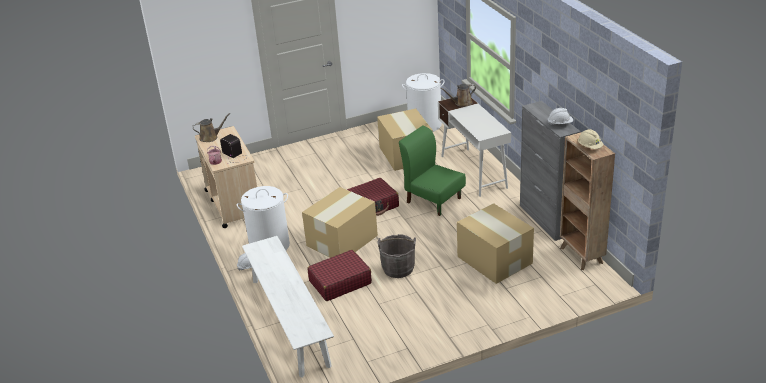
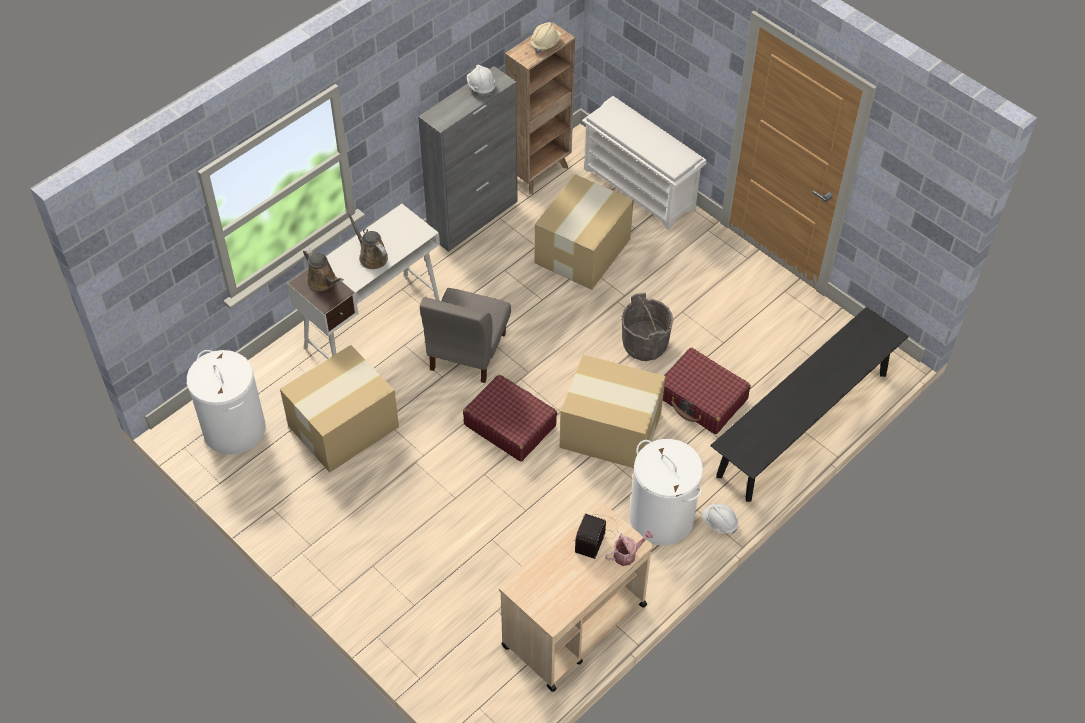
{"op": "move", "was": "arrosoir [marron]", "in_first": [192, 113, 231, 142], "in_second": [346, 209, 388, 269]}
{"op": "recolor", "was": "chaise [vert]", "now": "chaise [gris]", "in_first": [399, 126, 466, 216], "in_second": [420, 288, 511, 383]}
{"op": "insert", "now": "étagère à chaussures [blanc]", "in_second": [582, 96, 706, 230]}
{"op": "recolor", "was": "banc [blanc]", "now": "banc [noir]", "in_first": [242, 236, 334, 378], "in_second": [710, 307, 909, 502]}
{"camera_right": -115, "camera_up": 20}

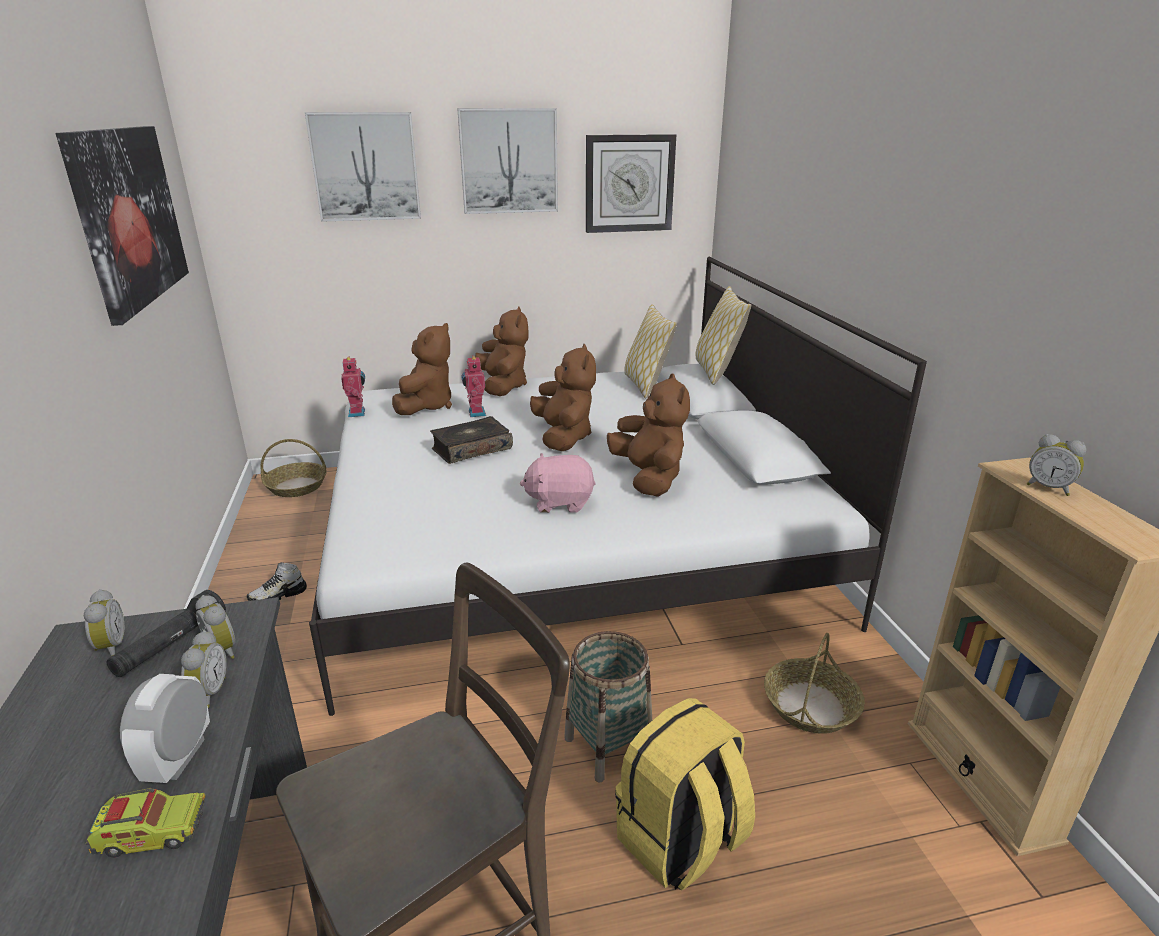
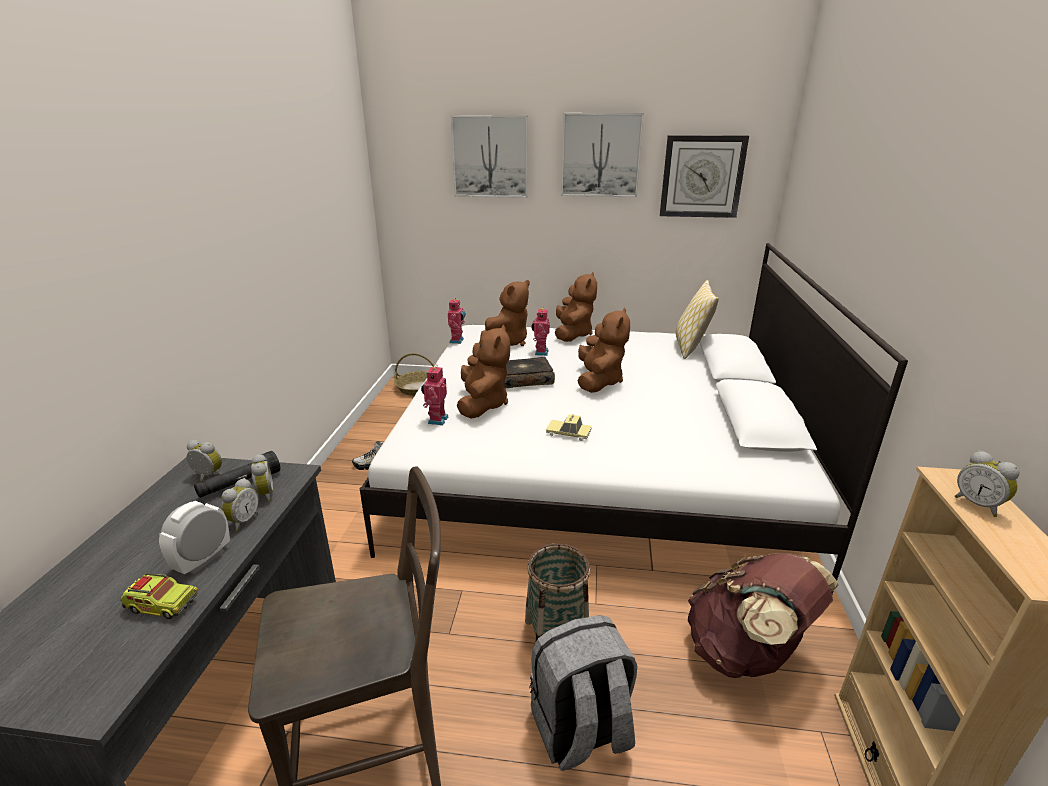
{"op": "rotate", "was": "réveil", "in_first": [84, 589, 125, 656], "in_second": [187, 440, 222, 481], "clockwise": -75}
{"op": "insert", "now": "robot jouet", "in_second": [421, 367, 448, 425]}
{"op": "move", "was": "peluche [marron]", "in_first": [607, 373, 690, 497], "in_second": [457, 325, 510, 418]}
{"op": "recolor", "was": "sac à dos [jaune]", "now": "sac à dos [gris]", "in_first": [615, 698, 755, 890], "in_second": [529, 615, 637, 771]}
{"op": "replace", "was": "peluche [rose]", "now": "petite voiture", "in_first": [520, 453, 596, 513], "in_second": [546, 414, 591, 441]}
{"op": "replace", "was": "panier", "now": "sac à dos [marron]", "in_first": [764, 633, 865, 734], "in_second": [688, 553, 838, 678]}
{"op": "delete", "was": "tableau", "in_first": [56, 126, 189, 326]}
{"op": "delete", "was": "coussin", "in_first": [695, 286, 751, 385]}
{"camera_right": 20, "camera_up": 0}

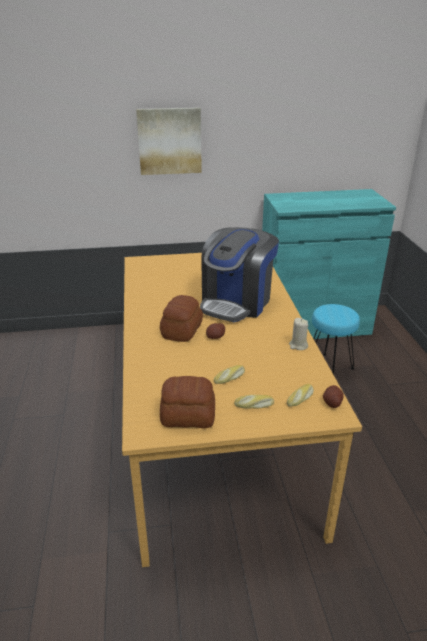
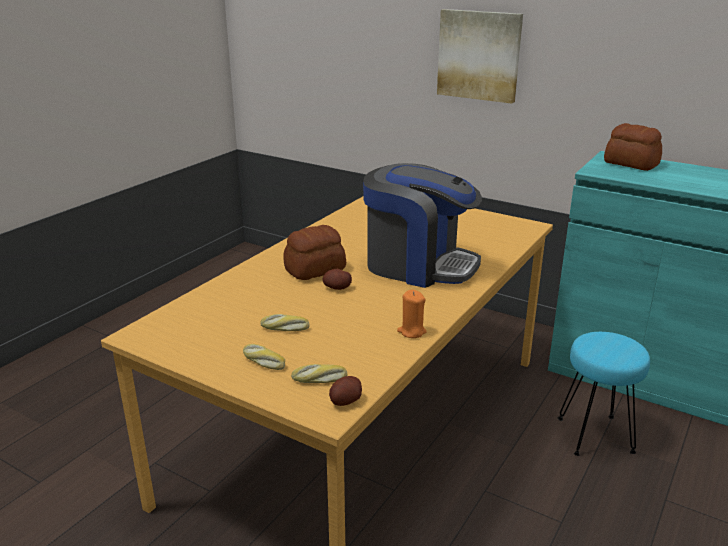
{"op": "rotate", "was": "machine à café", "in_first": [200, 227, 279, 322], "in_second": [363, 163, 482, 288], "clockwise": -135}
{"op": "recolor", "was": "bougie [beige]", "now": "bougie [orange]", "in_first": [289, 318, 308, 350], "in_second": [397, 290, 427, 338]}
{"op": "move", "was": "pain", "in_first": [160, 376, 215, 428], "in_second": [604, 123, 662, 171]}
{"camera_right": 40, "camera_up": -5}

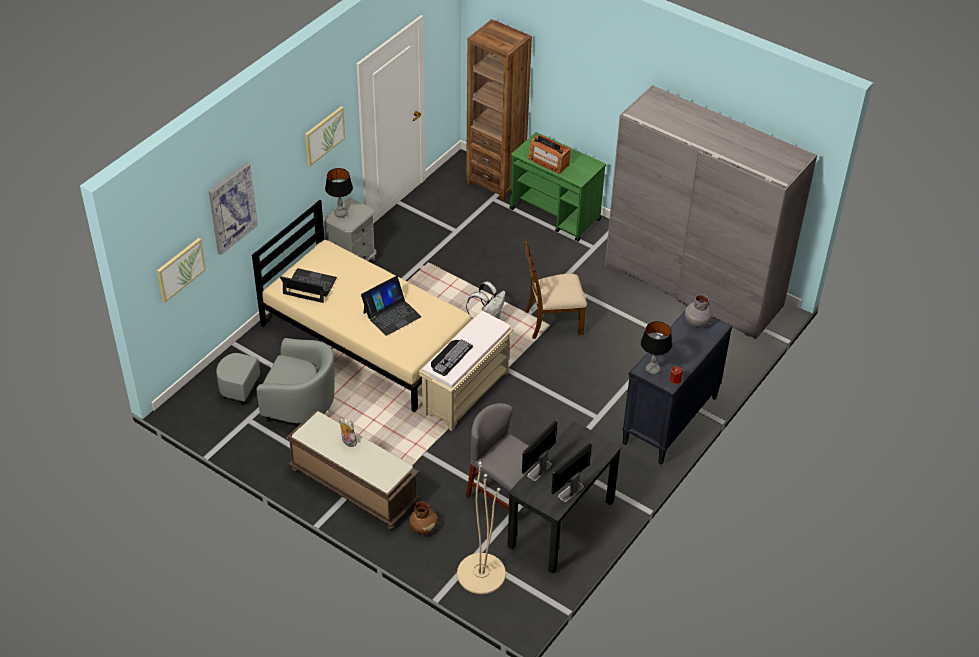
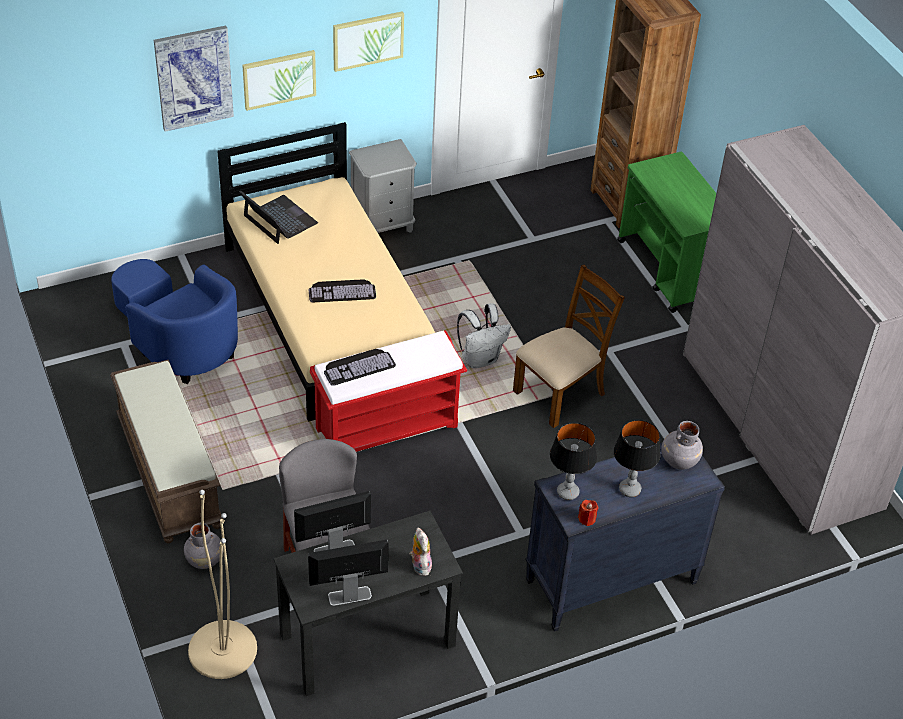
{"op": "recolor", "was": "fauteuil [gris]", "now": "fauteuil [bleu]", "in_first": [216, 338, 335, 424], "in_second": [111, 259, 238, 384]}
{"op": "recolor", "was": "vase [marron]", "now": "vase [gris]", "in_first": [409, 501, 438, 534], "in_second": [184, 523, 223, 569]}
{"op": "move", "was": "tableau", "in_first": [157, 238, 206, 303], "in_second": [242, 50, 316, 111]}
{"op": "replace", "was": "ordinateur portable", "now": "clavier", "in_first": [361, 276, 422, 336], "in_second": [309, 279, 376, 302]}
{"op": "recolor", "was": "banc [beige]", "now": "banc [rouge]", "in_first": [419, 310, 514, 431], "in_second": [310, 330, 467, 452]}
{"op": "move", "was": "peluche", "in_first": [340, 418, 357, 447], "in_second": [409, 528, 432, 576]}
{"op": "rotate", "was": "chaise [marron]", "in_first": [524, 241, 587, 339], "in_second": [513, 265, 625, 428], "clockwise": 120}
{"op": "move", "was": "lampe de table", "in_first": [325, 168, 353, 217], "in_second": [613, 420, 661, 497]}
{"op": "delete", "was": "radio", "in_first": [529, 134, 571, 174]}
{"camera_right": 30, "camera_up": 0}

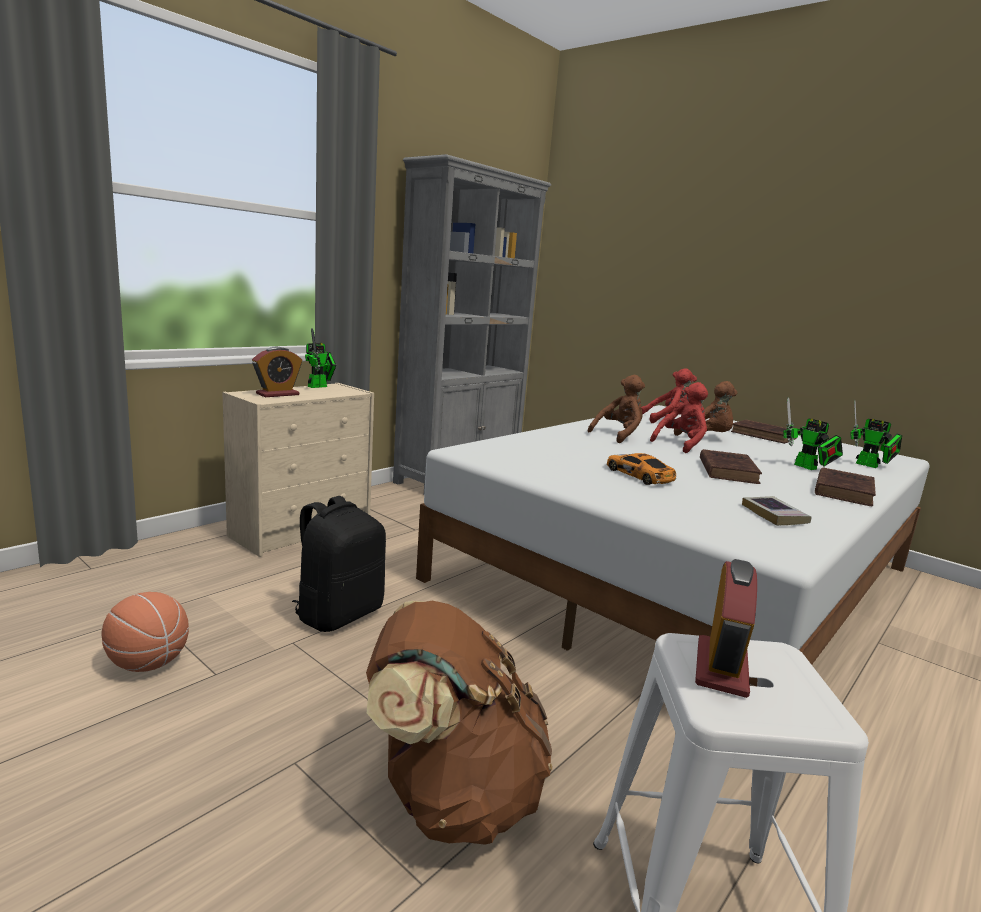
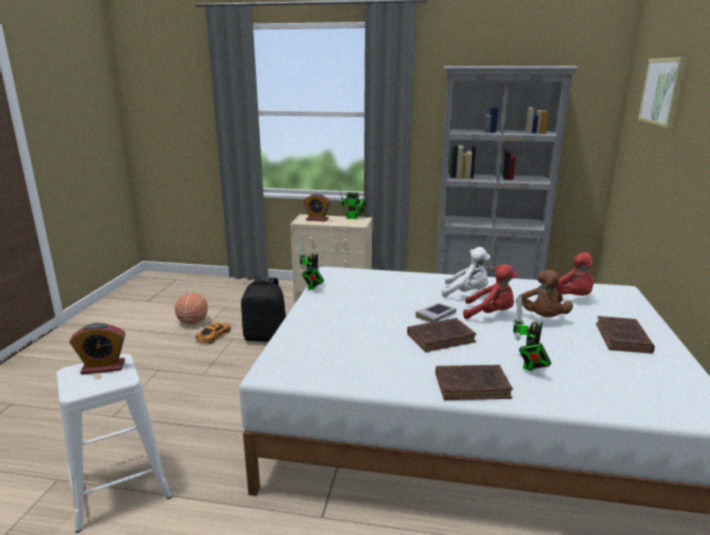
{"op": "move", "was": "petite voiture", "in_first": [607, 453, 676, 485], "in_second": [196, 322, 231, 344]}
{"op": "move", "was": "robot jouet", "in_first": [850, 400, 902, 468], "in_second": [299, 236, 324, 290]}
{"op": "move", "was": "livre", "in_first": [742, 496, 812, 526], "in_second": [416, 303, 456, 322]}
{"op": "recolor", "was": "peluche [marron]", "now": "peluche [blanc]", "in_first": [588, 375, 645, 443], "in_second": [442, 247, 490, 297]}
{"op": "insert", "now": "tableau", "in_second": [638, 57, 687, 128]}
{"op": "delete", "was": "sac à dos [marron]", "in_first": [366, 601, 552, 845]}
{"camera_right": 60, "camera_up": 5}

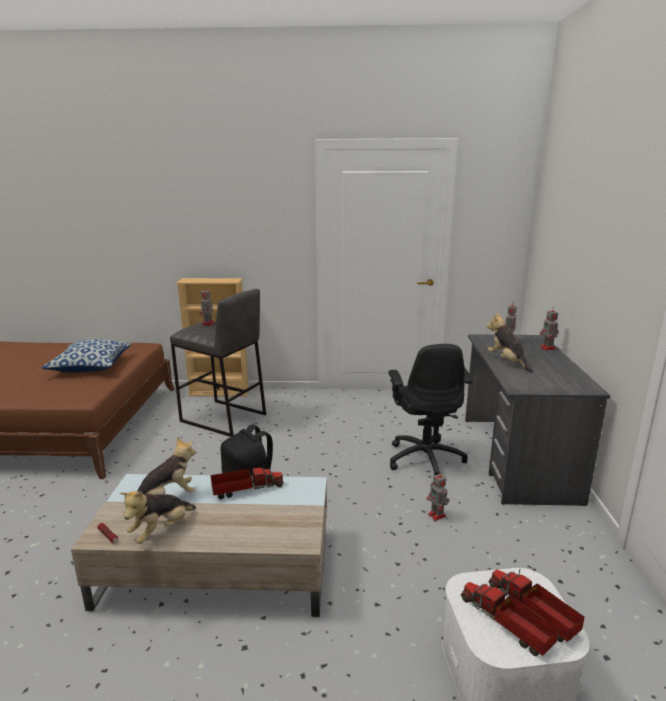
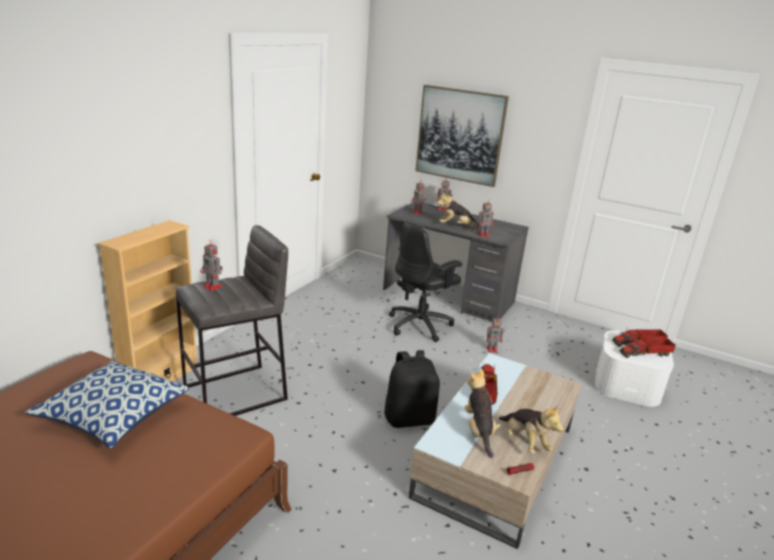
{"op": "rotate", "was": "chaise de bureau [noir]", "in_first": [388, 344, 473, 476], "in_second": [389, 222, 462, 342], "clockwise": 120}
{"op": "insert", "now": "tableau", "in_second": [415, 85, 509, 187]}
{"op": "insert", "now": "robot jouet", "in_second": [477, 199, 494, 237]}
{"camera_right": -65, "camera_up": 5}

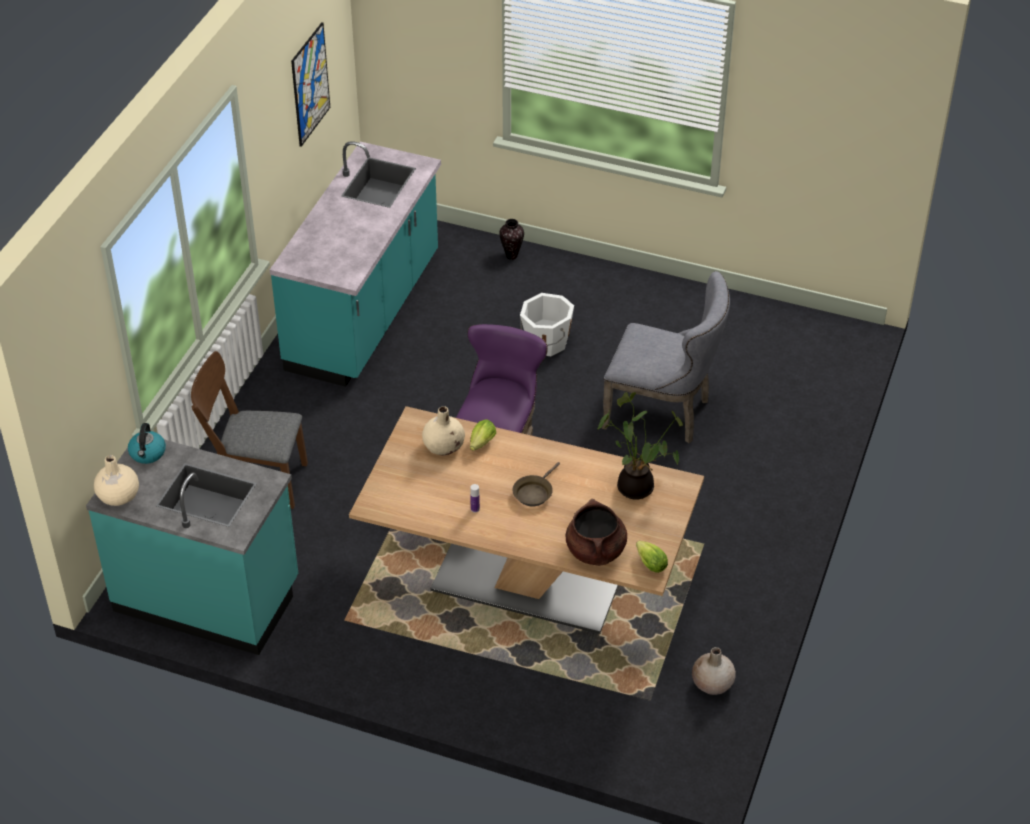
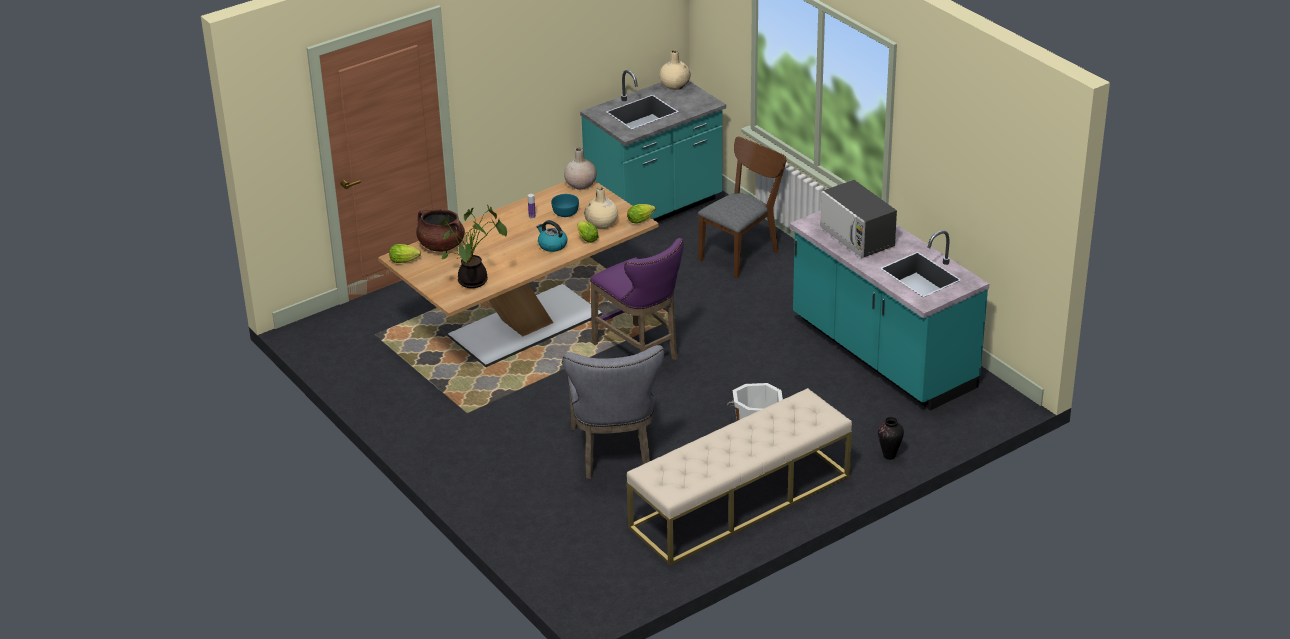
{"op": "move", "was": "bouilloire", "in_first": [128, 423, 166, 464], "in_second": [536, 220, 567, 252]}
{"op": "insert", "now": "bol [turquoise]", "in_second": [551, 194, 579, 217]}
{"op": "rotate", "was": "chaise [gris]", "in_first": [602, 271, 730, 443], "in_second": [562, 345, 664, 479], "clockwise": -60}
{"op": "move", "was": "vase [beige]", "in_first": [692, 647, 736, 695], "in_second": [564, 148, 597, 190]}
{"op": "insert", "now": "laitue", "in_second": [627, 204, 656, 224]}
{"op": "insert", "now": "banc [beige]", "in_second": [627, 388, 852, 566]}
{"op": "insert", "now": "micro-ondes", "in_second": [820, 180, 897, 258]}
{"op": "delete", "was": "tableau", "in_first": [291, 22, 330, 147]}
{"op": "delete", "was": "poêle [marron]", "in_first": [513, 462, 560, 506]}
{"camera_right": 125, "camera_up": -10}

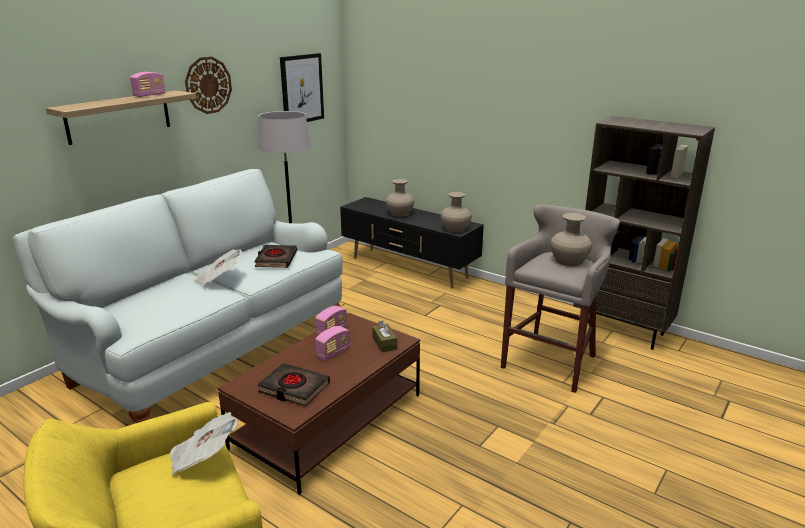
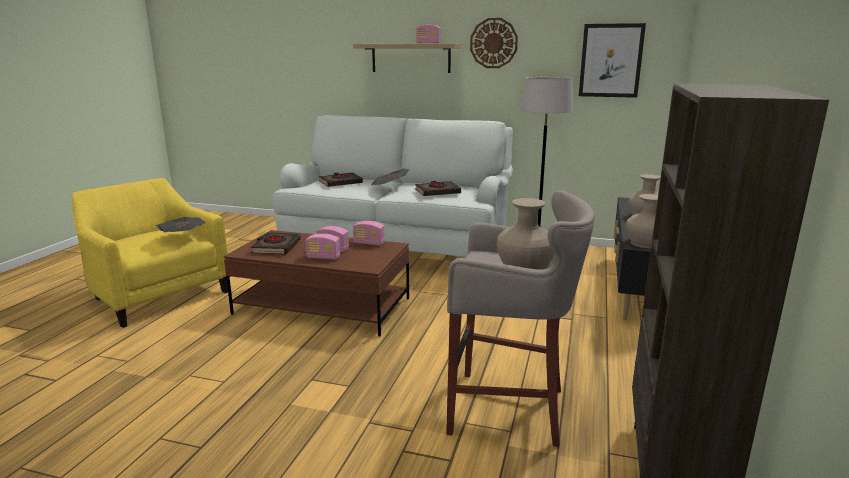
{"op": "insert", "now": "radio", "in_second": [306, 233, 340, 260]}
{"op": "insert", "now": "livre [noir]", "in_second": [319, 173, 363, 187]}
{"op": "delete", "was": "boîte à mouchoirs [marron]", "in_first": [372, 320, 397, 352]}
{"camera_right": 70, "camera_up": -5}

